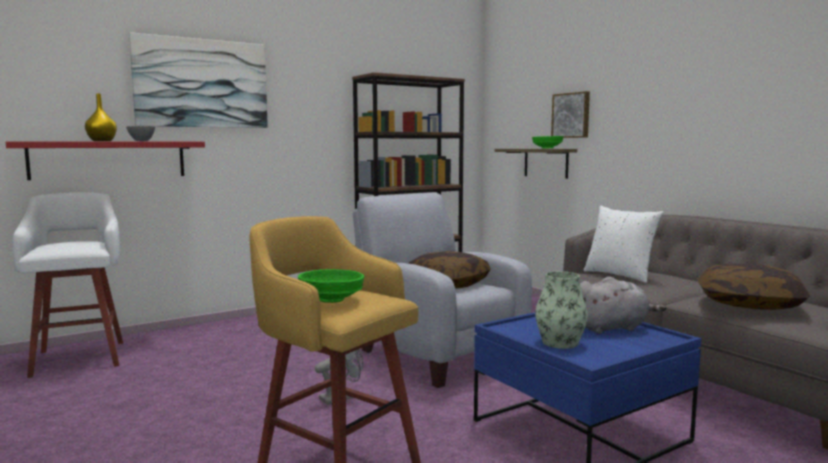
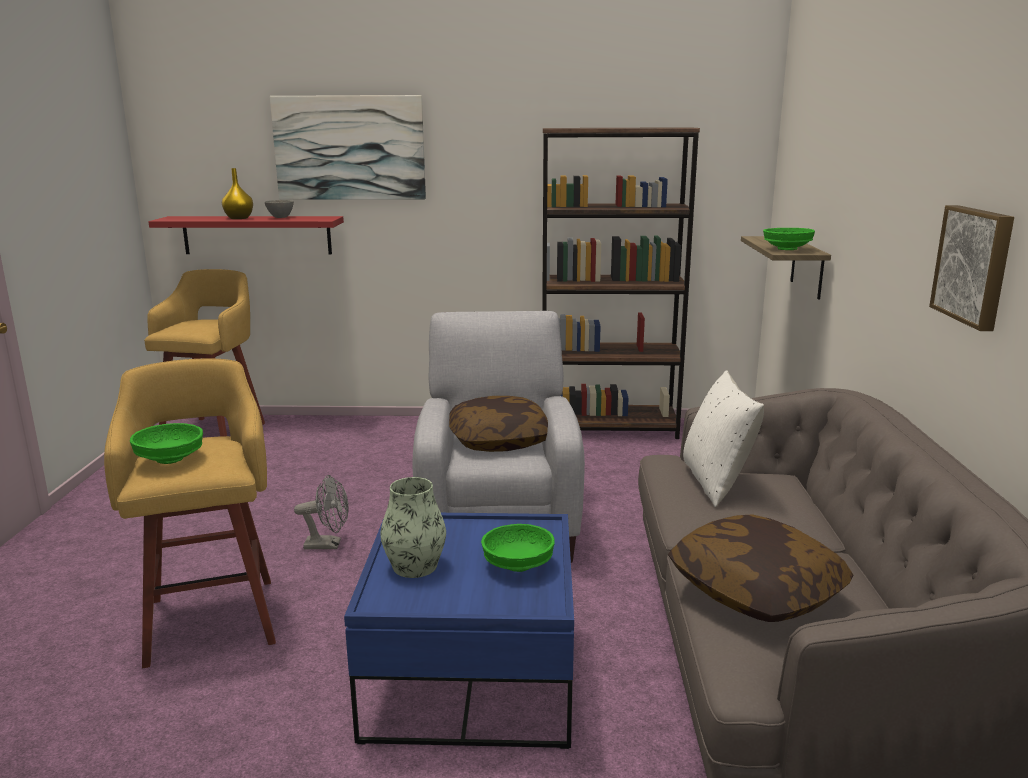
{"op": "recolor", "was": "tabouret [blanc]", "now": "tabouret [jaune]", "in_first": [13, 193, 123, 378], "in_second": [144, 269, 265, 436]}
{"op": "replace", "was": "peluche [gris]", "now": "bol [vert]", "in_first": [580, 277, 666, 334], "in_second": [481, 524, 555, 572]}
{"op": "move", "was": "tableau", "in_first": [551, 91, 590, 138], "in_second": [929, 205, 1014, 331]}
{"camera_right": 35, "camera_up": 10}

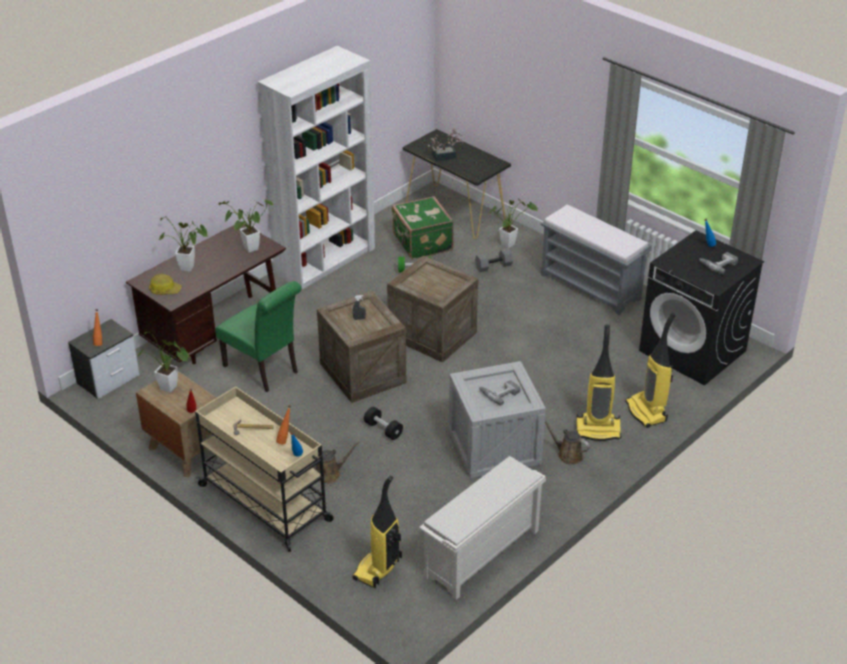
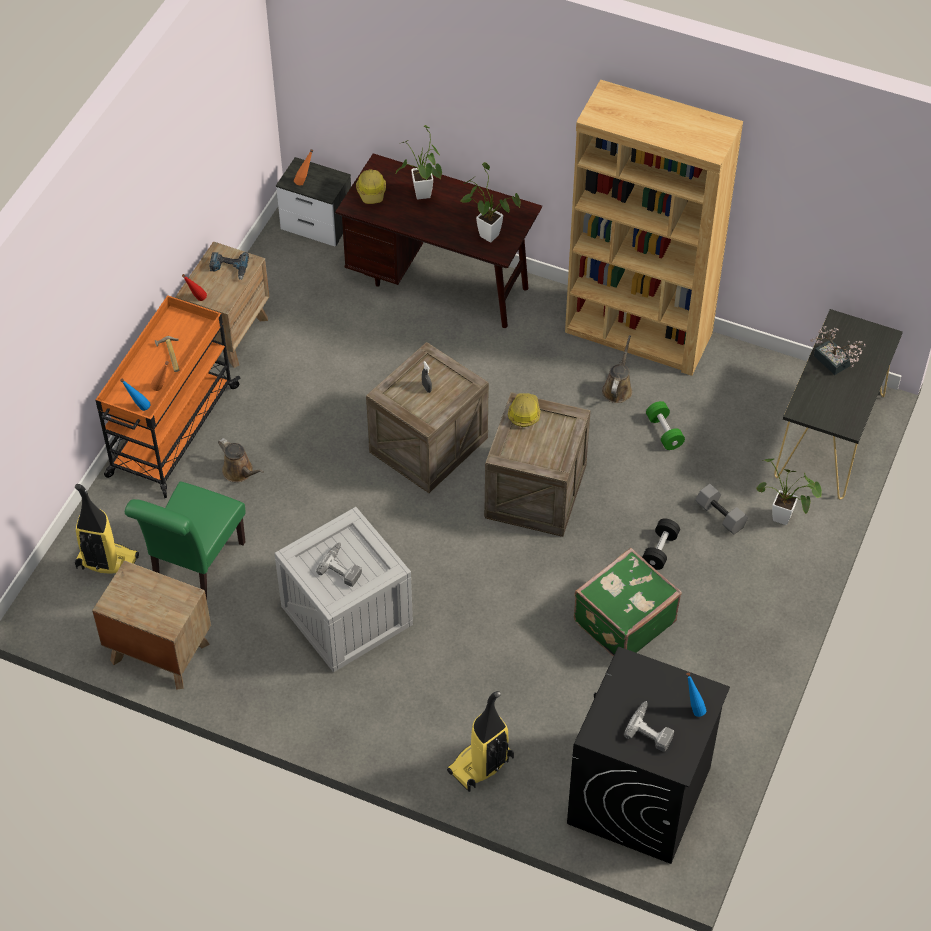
{"op": "replace", "was": "étagère à chaussures [blanc]", "now": "table de chevet [marron]", "in_first": [419, 456, 546, 600], "in_second": [92, 560, 211, 690]}
{"op": "recolor", "was": "chariot [beige]", "now": "chariot [orange]", "in_first": [195, 386, 334, 552], "in_second": [95, 295, 241, 498]}
{"op": "move", "was": "chaise [vert]", "in_first": [215, 281, 301, 392], "in_second": [125, 481, 245, 600]}
{"op": "replace", "was": "plante en pot", "now": "perceuse", "in_first": [137, 331, 190, 393], "in_second": [209, 252, 249, 280]}
{"op": "insert", "now": "casque de chantier", "in_second": [508, 393, 540, 427]}
{"op": "recolor", "was": "bibliothèque [blanc]", "now": "bibliothèque [marron]", "in_first": [258, 46, 375, 290], "in_second": [565, 80, 743, 376]}
{"op": "move", "was": "valise [vert]", "in_first": [392, 196, 454, 260], "in_second": [574, 548, 682, 657]}
{"op": "move", "was": "arrosoir [marron]", "in_first": [545, 420, 590, 465], "in_second": [602, 335, 632, 403]}
{"op": "move", "was": "haltère [noir]", "in_first": [364, 407, 403, 440], "in_second": [642, 518, 680, 570]}
{"op": "delete", "was": "banc [gris]", "in_first": [541, 205, 652, 315]}
{"op": "delete", "was": "aspirateur", "in_first": [576, 325, 621, 441]}
{"camera_right": 70, "camera_up": 15}

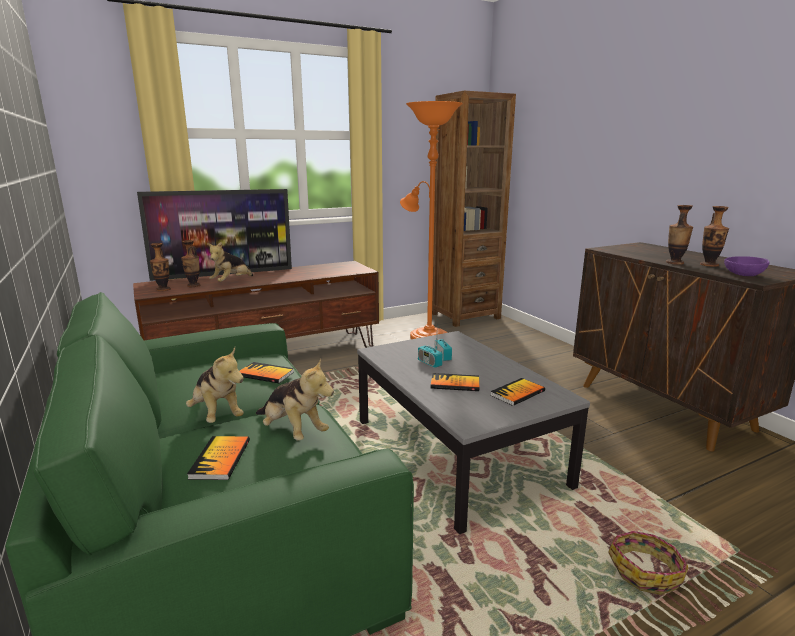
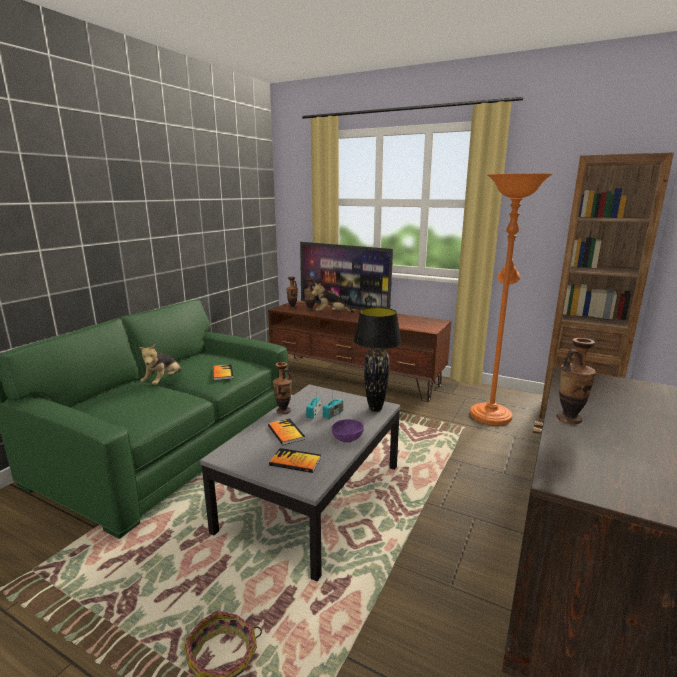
{"op": "move", "was": "vase", "in_first": [700, 206, 729, 267], "in_second": [273, 362, 292, 415]}
{"op": "move", "was": "bol [violet]", "in_first": [724, 256, 770, 276], "in_second": [331, 419, 364, 442]}
{"op": "insert", "now": "lampe de table [noir]", "in_second": [354, 307, 402, 412]}
{"op": "delete", "was": "livre", "in_first": [187, 436, 250, 480]}
{"op": "delete", "was": "peluche", "in_first": [256, 358, 334, 440]}
{"camera_right": 55, "camera_up": 0}

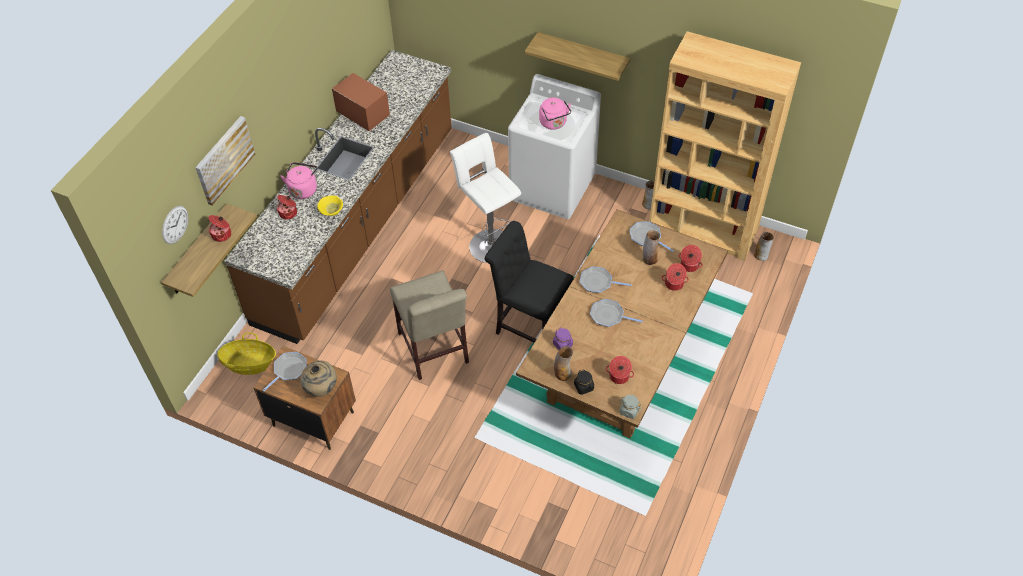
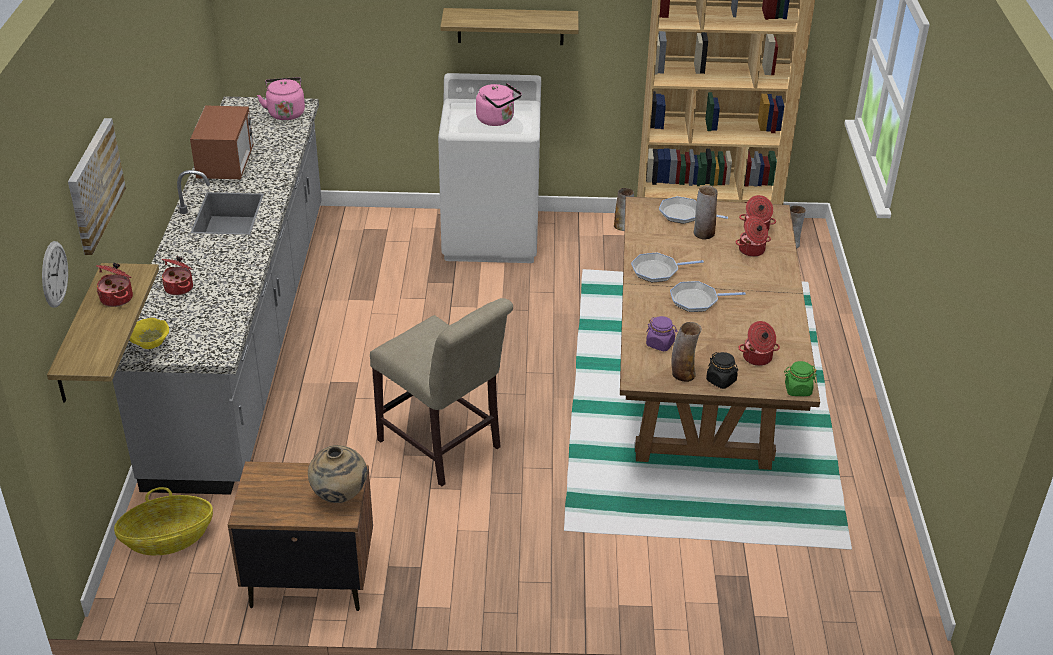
{"op": "recolor", "was": "comptoir de cuisine [marron]", "now": "comptoir de cuisine [gris]", "in_first": [224, 50, 452, 344], "in_second": [113, 96, 322, 495]}
{"op": "move", "was": "bol [jaune]", "in_first": [317, 196, 343, 216], "in_second": [129, 318, 169, 349]}
{"op": "rotate", "was": "micro-ondes", "in_first": [332, 73, 390, 131], "in_second": [190, 105, 253, 179], "clockwise": 75}
{"op": "move", "was": "bouilloire [rose]", "in_first": [280, 162, 317, 199], "in_second": [257, 77, 305, 120]}
{"op": "recolor", "was": "bocal [gris]", "now": "bocal [vert]", "in_first": [619, 395, 641, 419], "in_second": [784, 361, 817, 396]}
{"op": "delete", "was": "poêle", "in_first": [263, 352, 307, 391]}
{"op": "delete", "was": "tabouret [blanc]", "in_first": [450, 133, 521, 263]}
{"op": "delete", "was": "chaise [noir]", "in_first": [485, 221, 574, 343]}
{"camera_right": -25, "camera_up": -15}

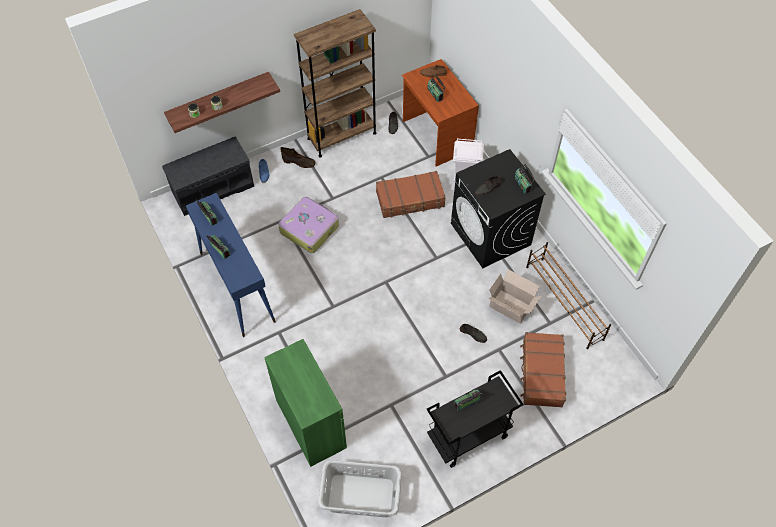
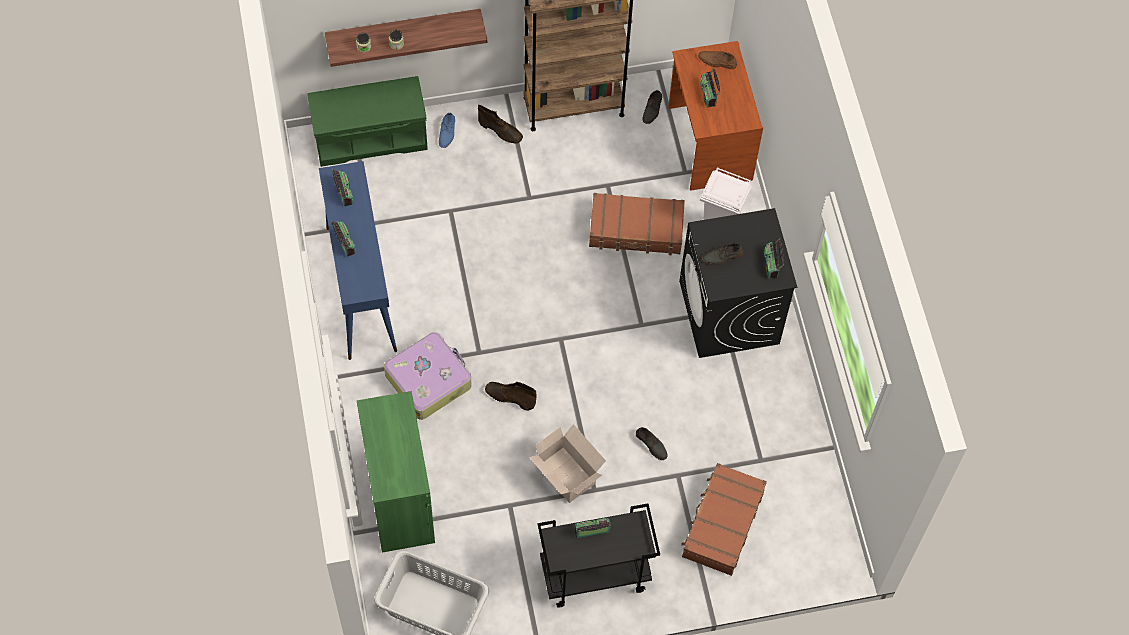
{"op": "recolor", "was": "banc [gris]", "now": "banc [vert]", "in_first": [162, 137, 254, 216], "in_second": [307, 76, 428, 167]}
{"op": "move", "was": "valise", "in_first": [278, 197, 339, 253], "in_second": [384, 332, 472, 420]}
{"op": "insert", "now": "botte [marron]", "in_second": [485, 382, 537, 410]}
{"op": "move", "was": "carton", "in_first": [488, 269, 541, 324], "in_second": [529, 424, 606, 503]}
{"op": "delete", "was": "étagère à chaussures [marron]", "in_first": [526, 242, 611, 349]}
{"camera_right": 15, "camera_up": 5}

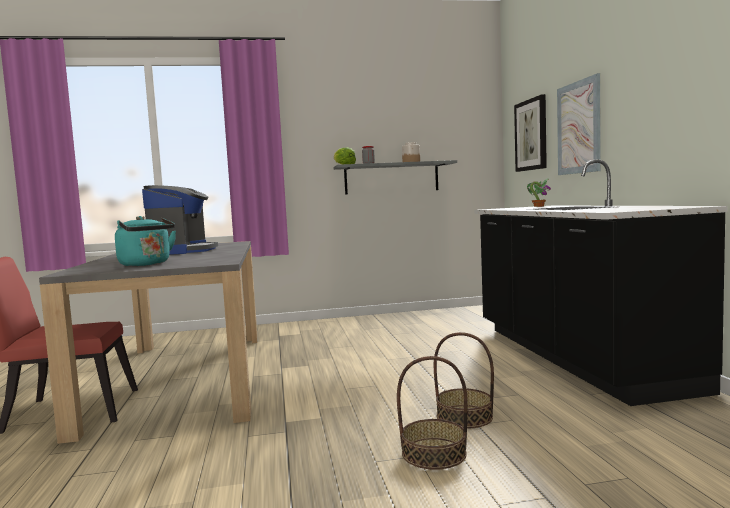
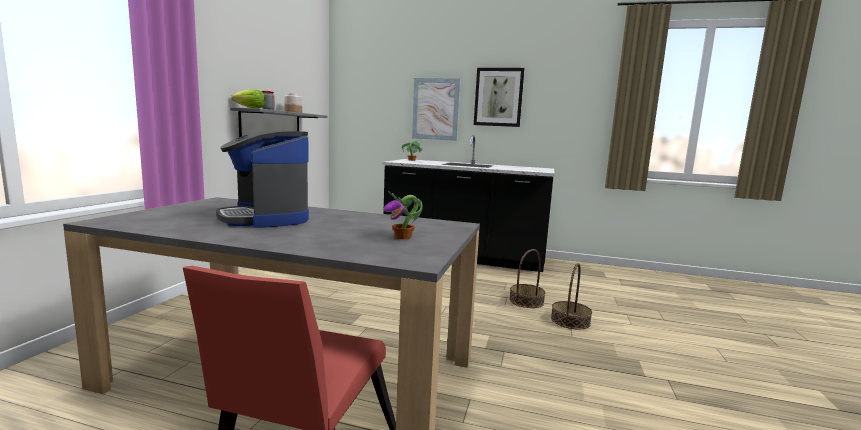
{"op": "rotate", "was": "machine à café", "in_first": [142, 185, 218, 255], "in_second": [216, 131, 309, 228], "clockwise": -150}
{"op": "replace", "was": "bouilloire [turquoise]", "now": "plante en pot", "in_first": [115, 216, 176, 266], "in_second": [384, 191, 423, 239]}
{"op": "move", "was": "tableau", "in_first": [514, 94, 547, 172], "in_second": [474, 68, 525, 127]}
{"camera_right": -65, "camera_up": 5}

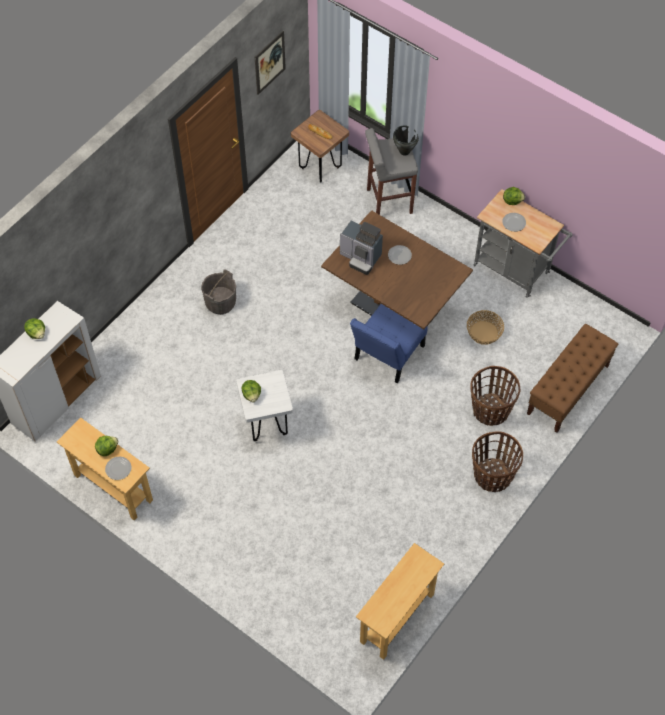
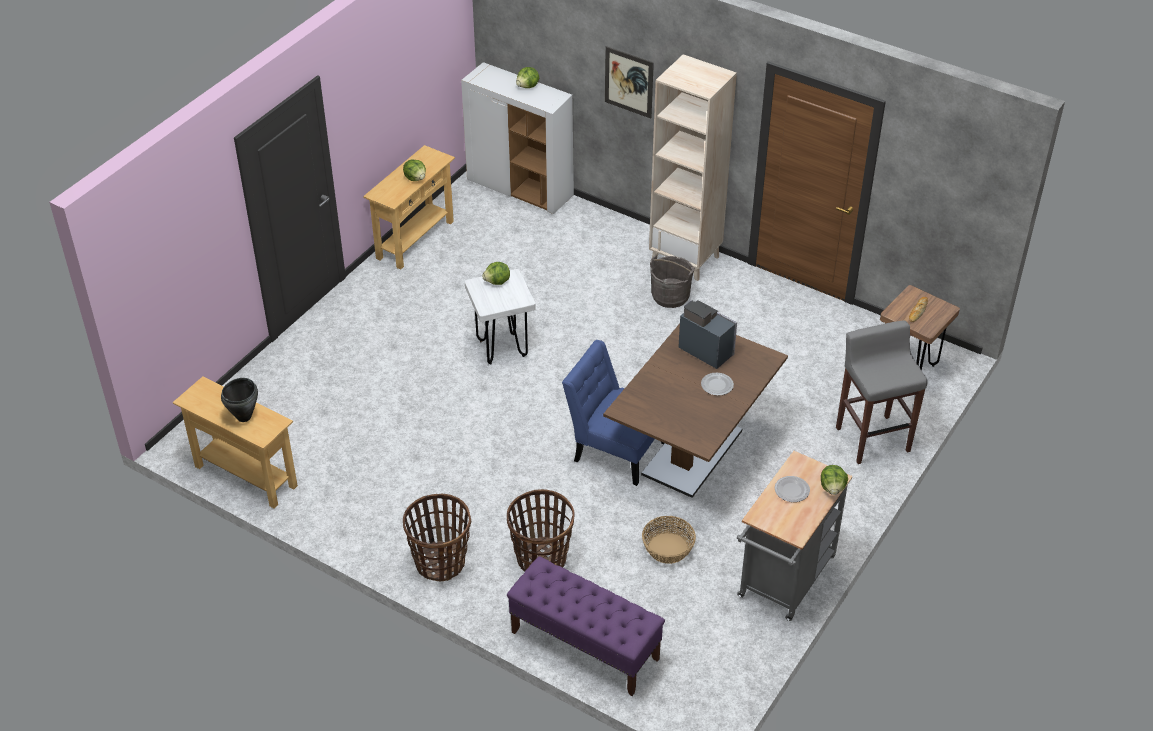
{"op": "move", "was": "marmite [noir]", "in_first": [393, 125, 419, 156], "in_second": [221, 378, 258, 422]}
{"op": "recolor", "was": "banc [marron]", "now": "banc [violet]", "in_first": [527, 324, 618, 433], "in_second": [507, 556, 665, 696]}
{"op": "move", "was": "tableau", "in_first": [255, 31, 286, 95], "in_second": [605, 46, 654, 119]}
{"op": "insert", "now": "bibliothèque [beige]", "in_second": [649, 54, 737, 281]}
{"op": "rotate", "was": "machine à café", "in_first": [340, 221, 383, 275], "in_second": [678, 300, 737, 369], "clockwise": 105}
{"op": "delete", "was": "assiette", "in_first": [105, 456, 131, 480]}
{"camera_right": 85, "camera_up": -15}

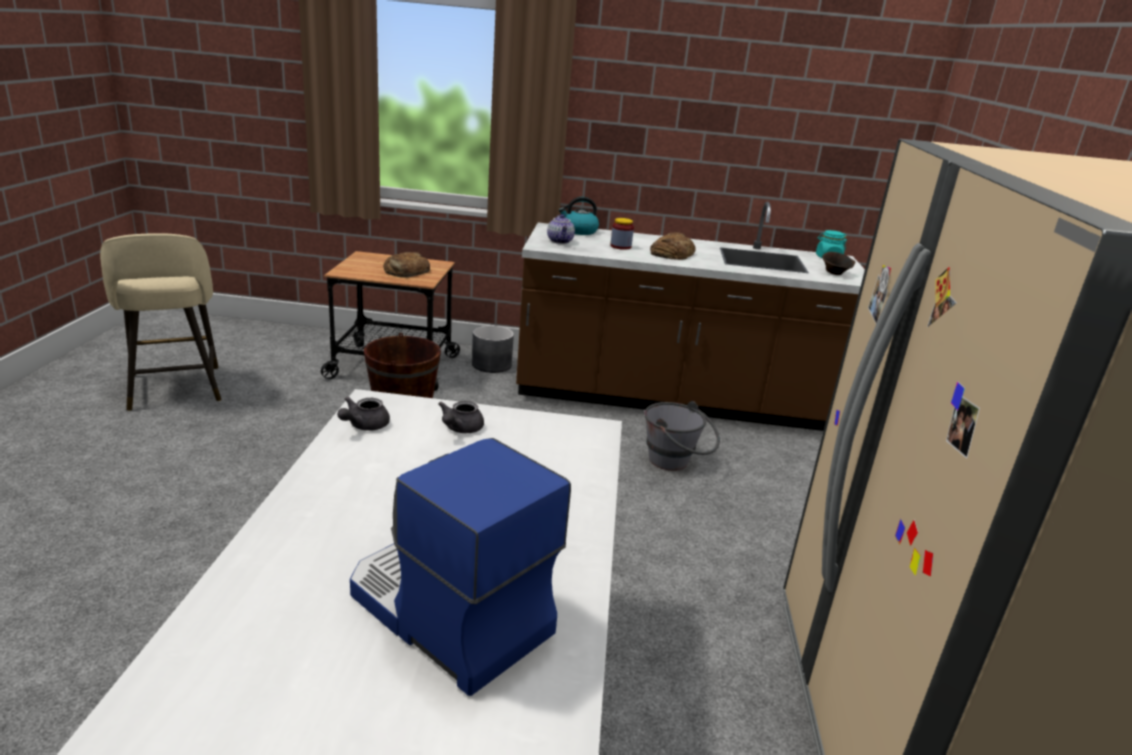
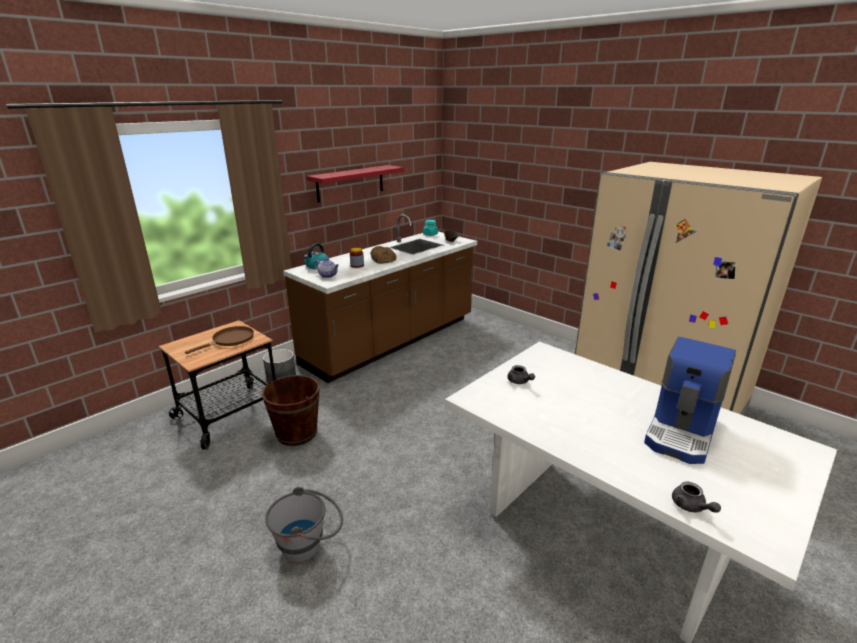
{"op": "replace", "was": "pain", "now": "poêle [marron]", "in_first": [383, 252, 430, 278], "in_second": [185, 326, 254, 354]}
{"op": "move", "was": "seau [gris]", "in_first": [644, 401, 720, 471], "in_second": [265, 486, 343, 563]}
{"op": "insert", "now": "étagère [rouge]", "in_second": [307, 165, 404, 202]}
{"op": "rotate", "was": "machine à café", "in_first": [350, 438, 571, 696], "in_second": [644, 336, 736, 464], "clockwise": -45}
{"op": "move", "was": "théière [gris]", "in_first": [337, 397, 390, 431], "in_second": [672, 482, 721, 513]}
{"op": "delete", "was": "tabouret [beige]", "in_first": [100, 233, 222, 411]}
{"camera_right": -50, "camera_up": 0}

